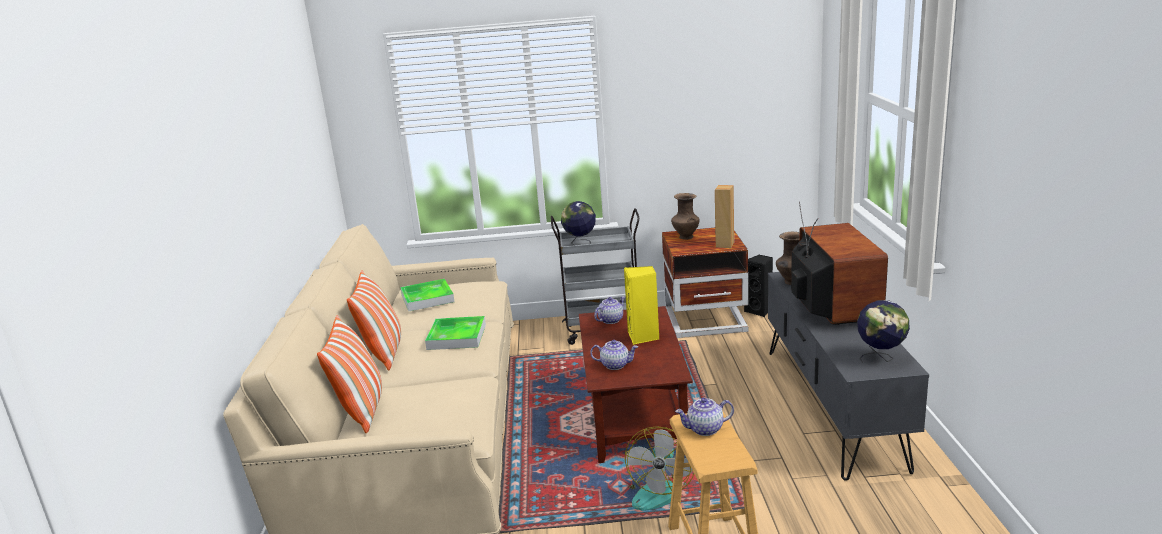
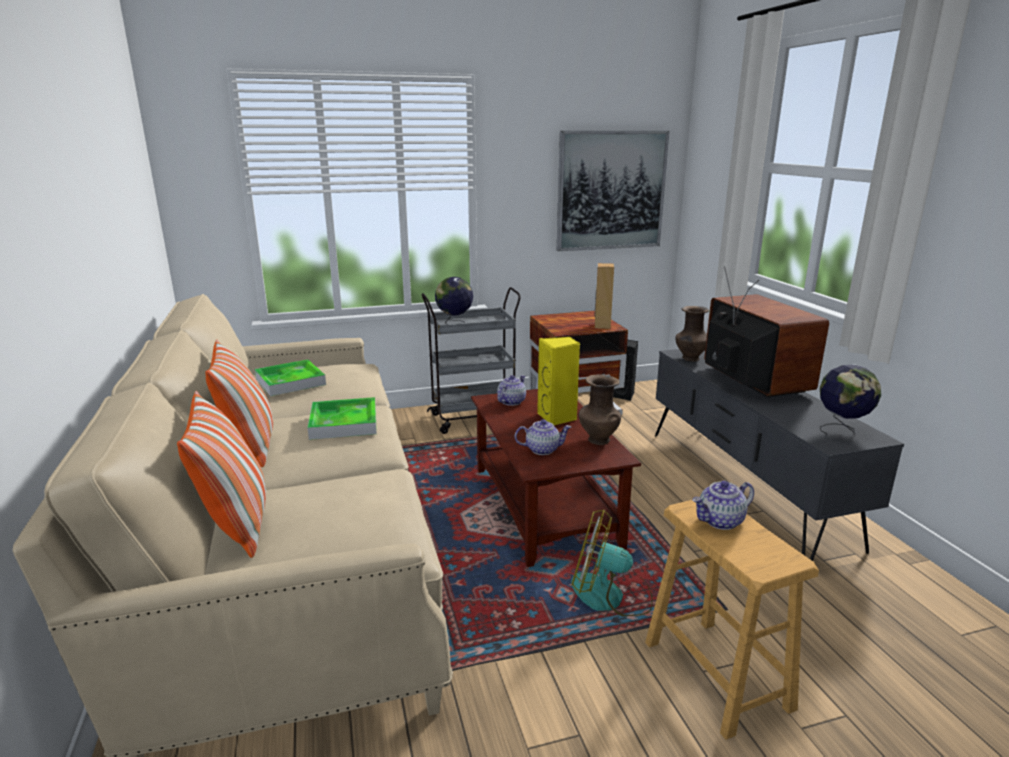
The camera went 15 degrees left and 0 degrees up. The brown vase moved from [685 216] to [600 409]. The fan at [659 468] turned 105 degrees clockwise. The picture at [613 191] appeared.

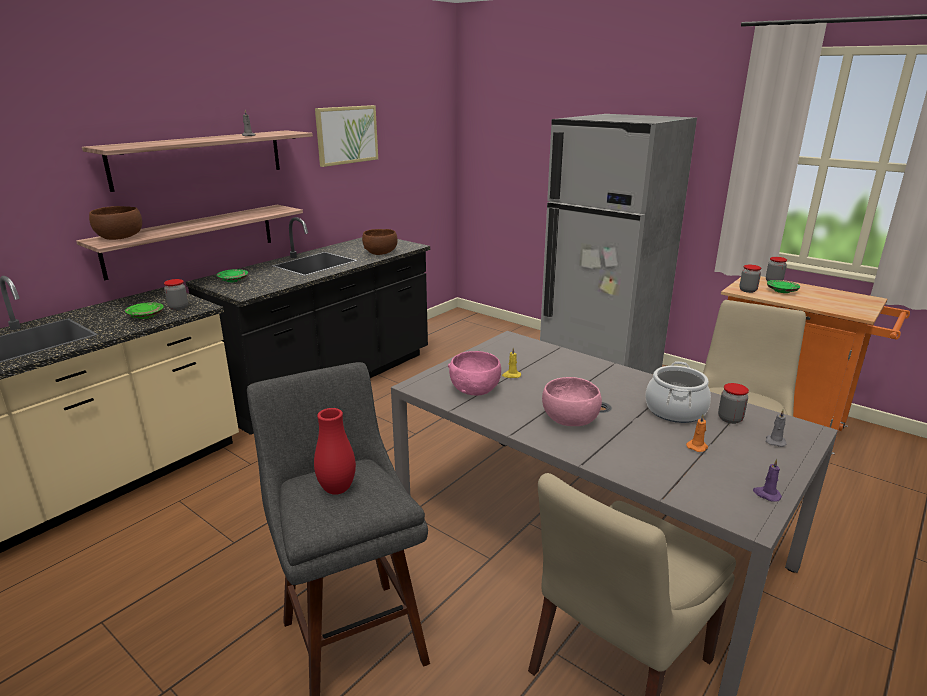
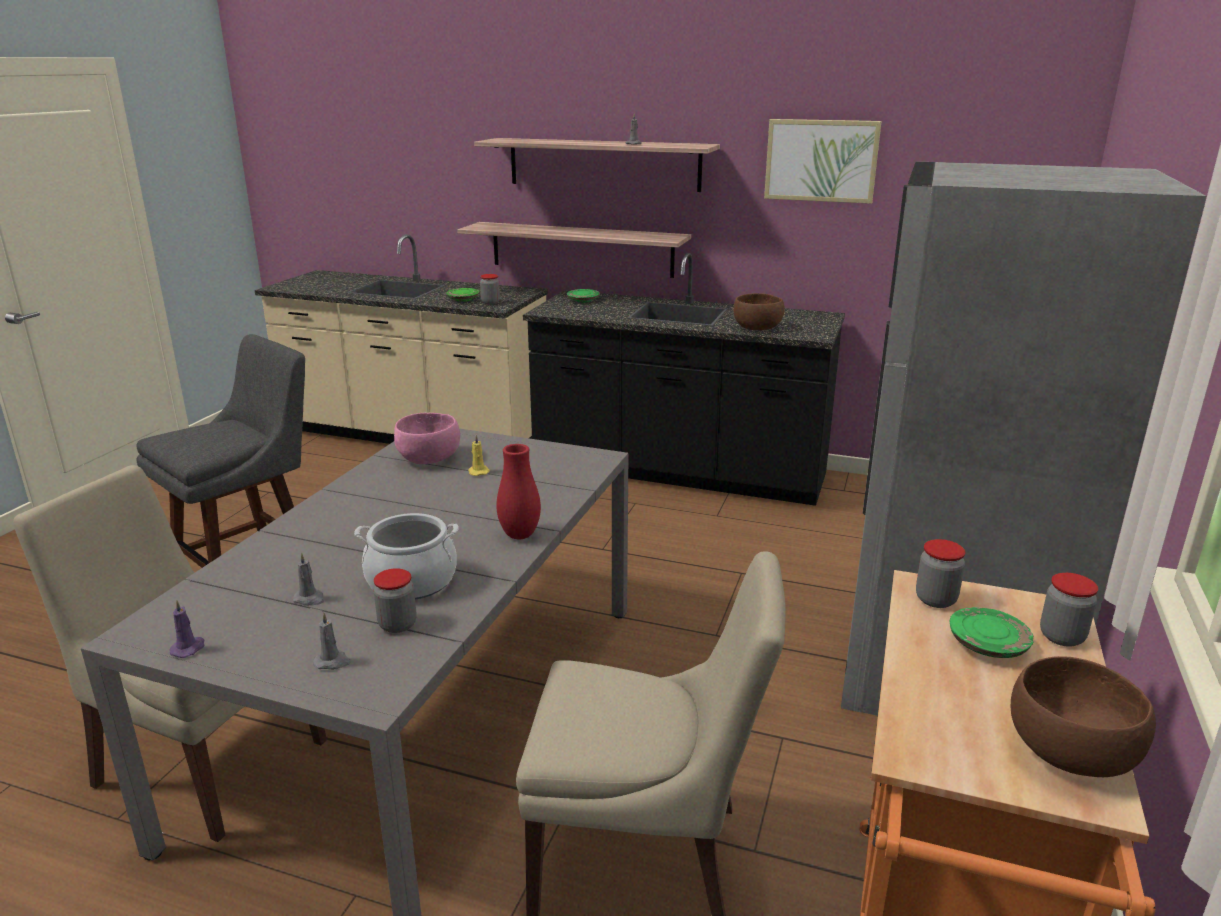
The camera went 70 degrees right and 0 degrees up. The brown bowl moved from [115 223] to [1083 716]. The pink bowl at [572 401] disappeared. The red vase moved from [335 451] to [518 491]. The orange candle at [697 433] became the grey candle at [308 579].

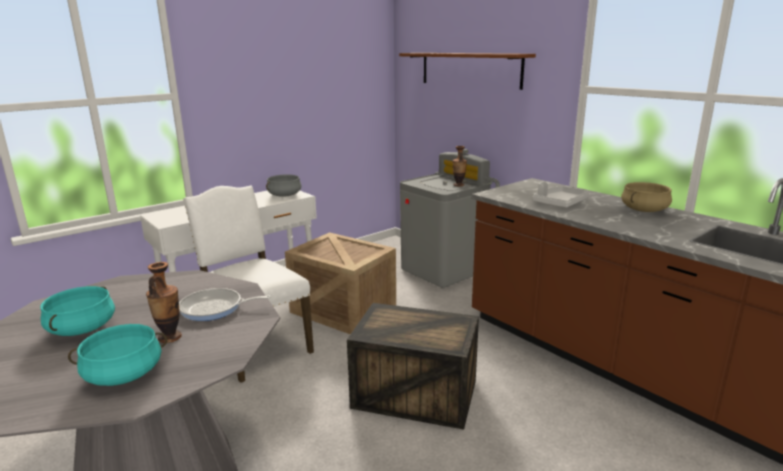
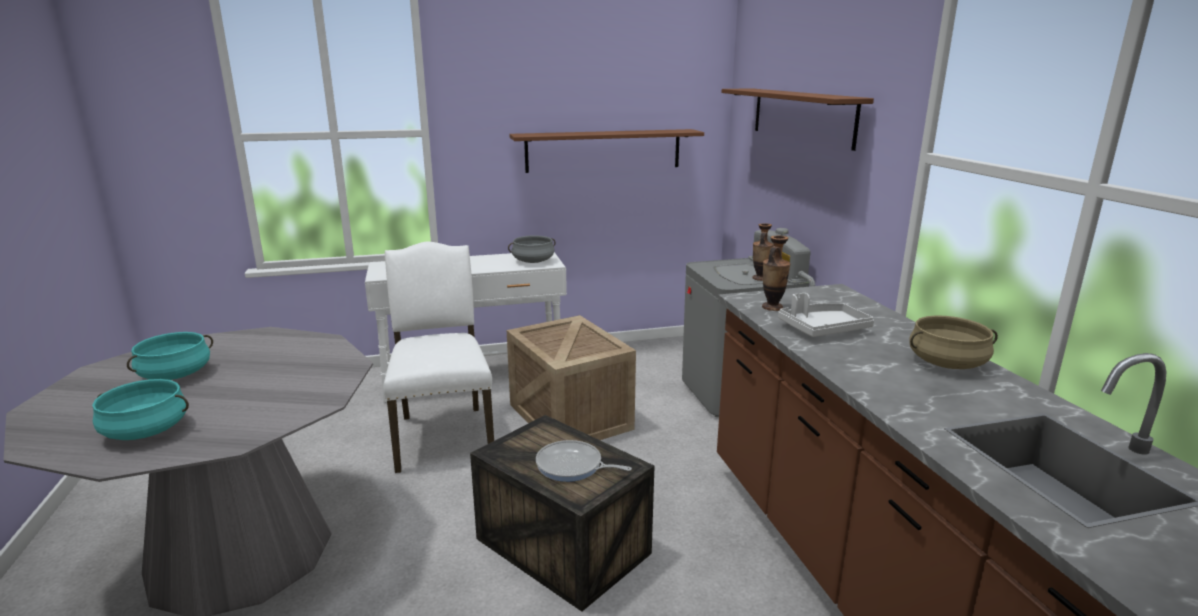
The camera went 25 degrees right and 0 degrees up. The vase moved from [164 302] to [776 273]. The frying pan moved from [225 304] to [584 461]. The brown shelf at [606 151] appeared.

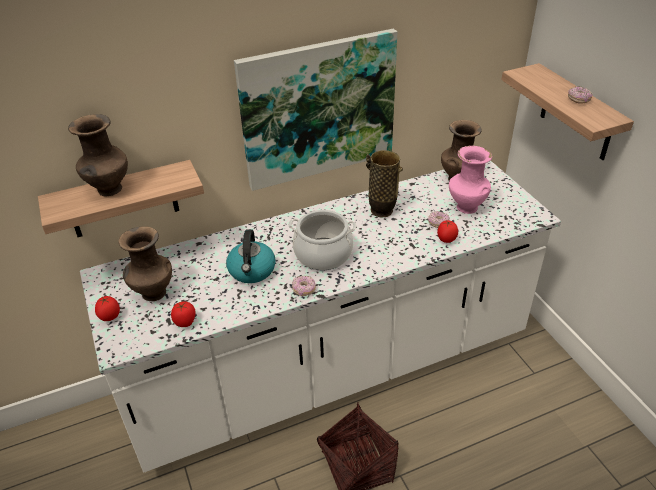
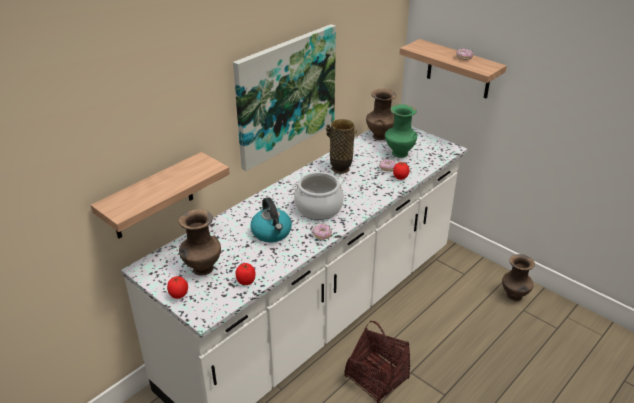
The camera went 25 degrees left and 5 degrees down. The brown vase moved from [98 155] to [518 277]. The pink vase at [470 180] became the green vase at [401 131].

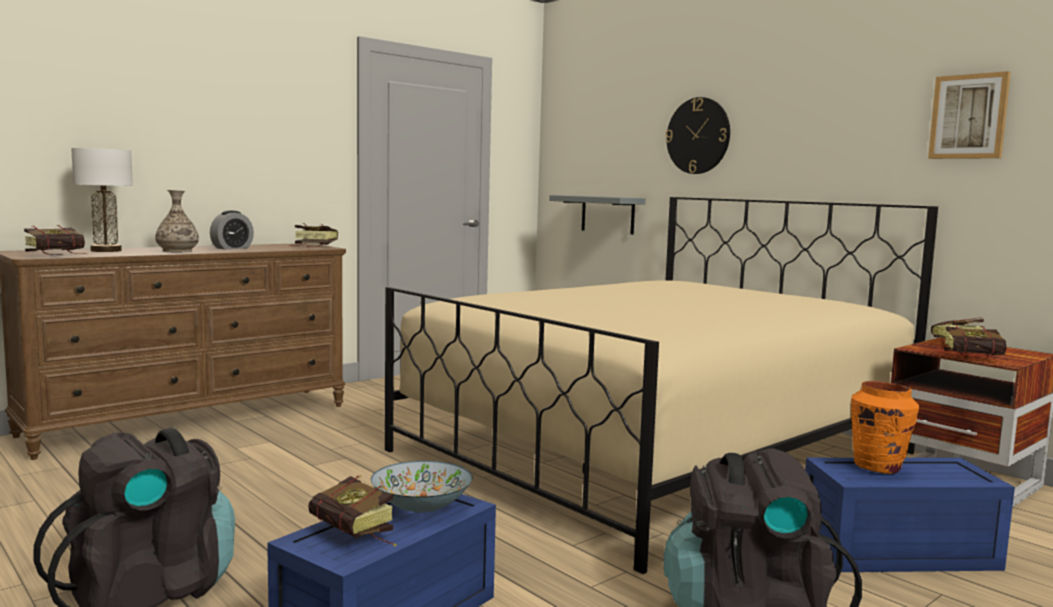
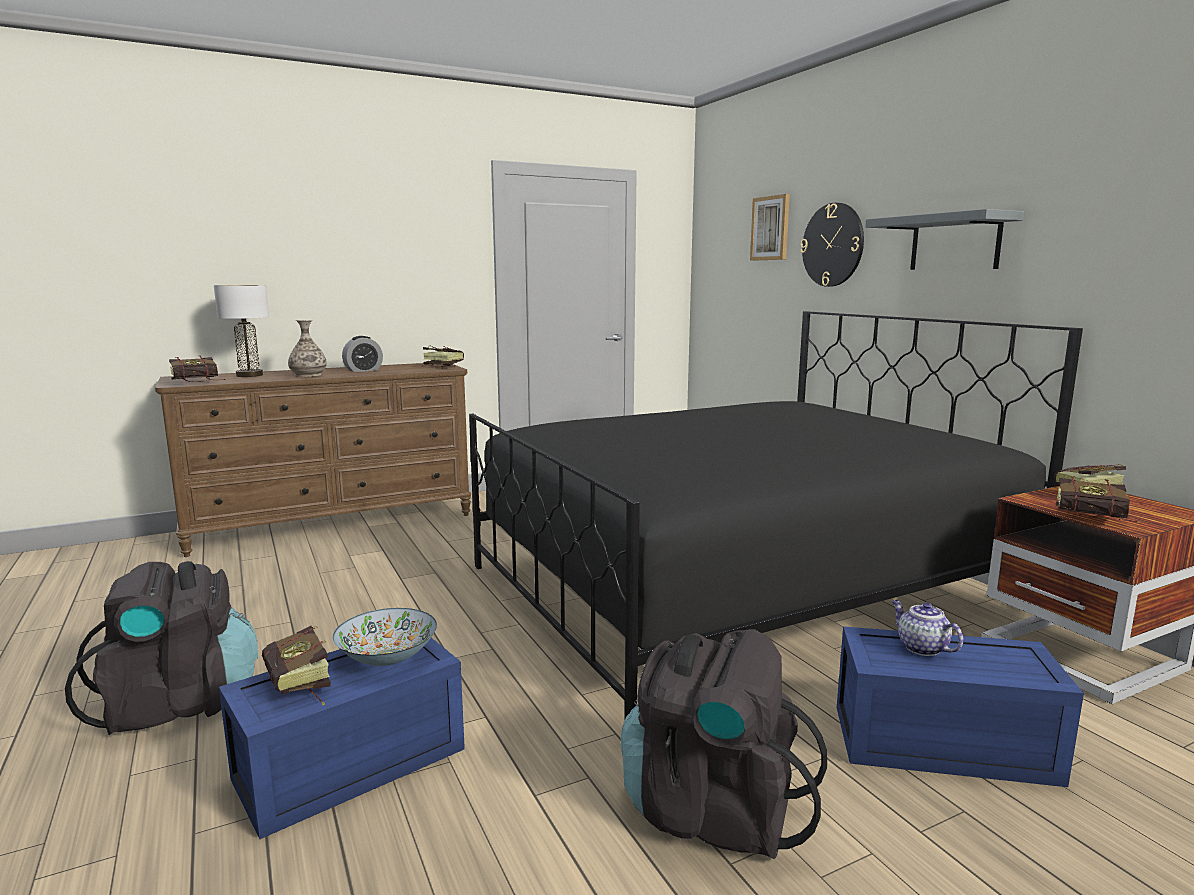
The camera went 15 degrees right and 5 degrees up. The picture moved from [969 115] to [770 227]. The grey shelf moved from [597 215] to [944 239]. The beige bed at [661 385] became the black bed at [776 514]. The orange vase at [885 427] was replaced by the teapot at [927 628].

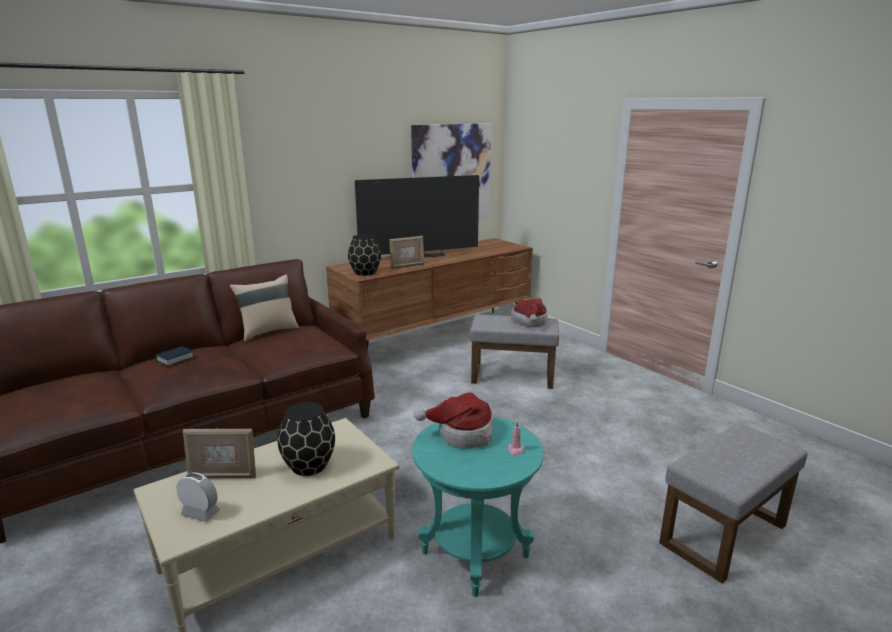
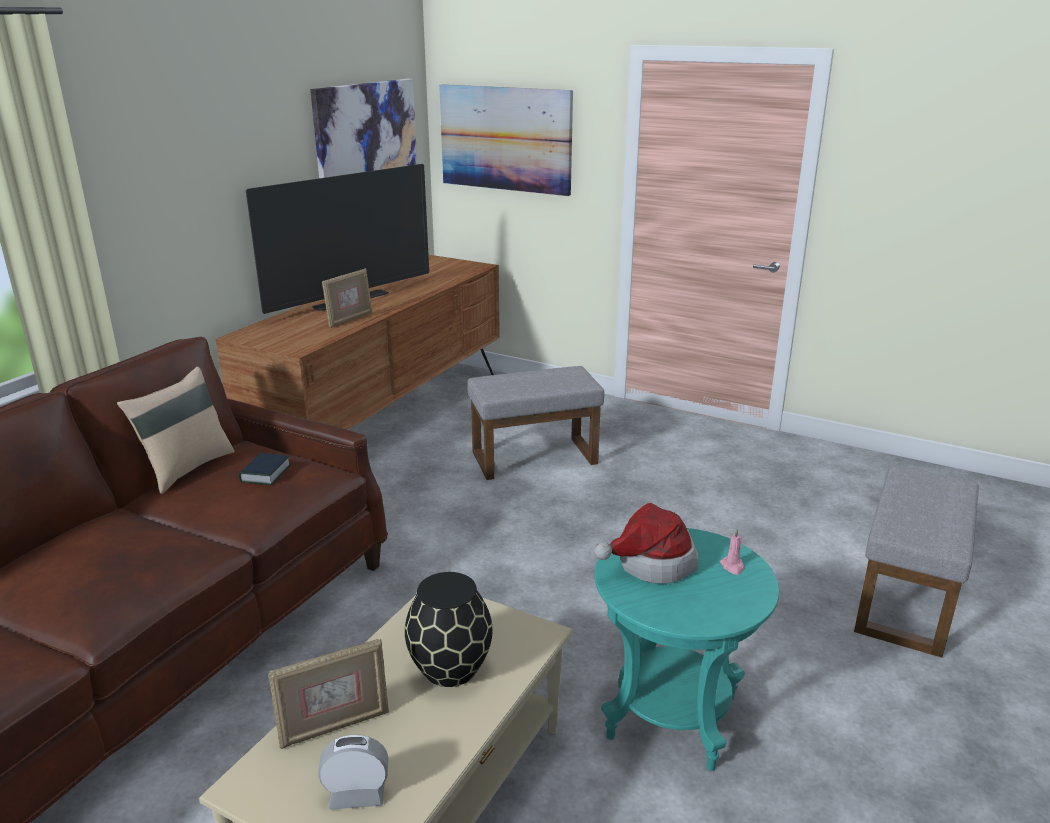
The camera went 25 degrees left and 5 degrees up. The black vase at [364 255] disappeared. The hat at [529 313] disappeared. The book moved from [174 356] to [265 469]. The picture at [506 140] appeared.

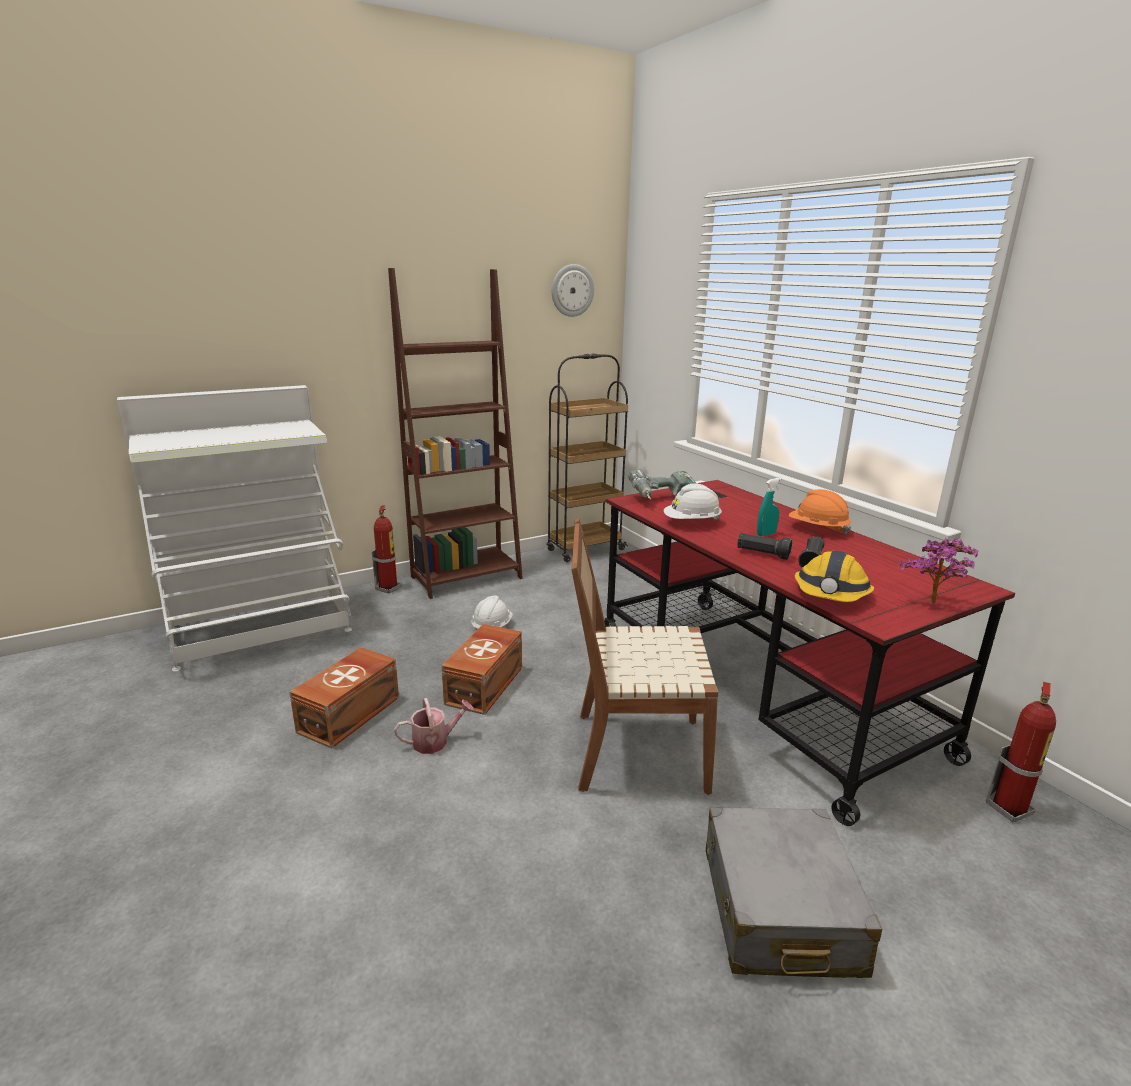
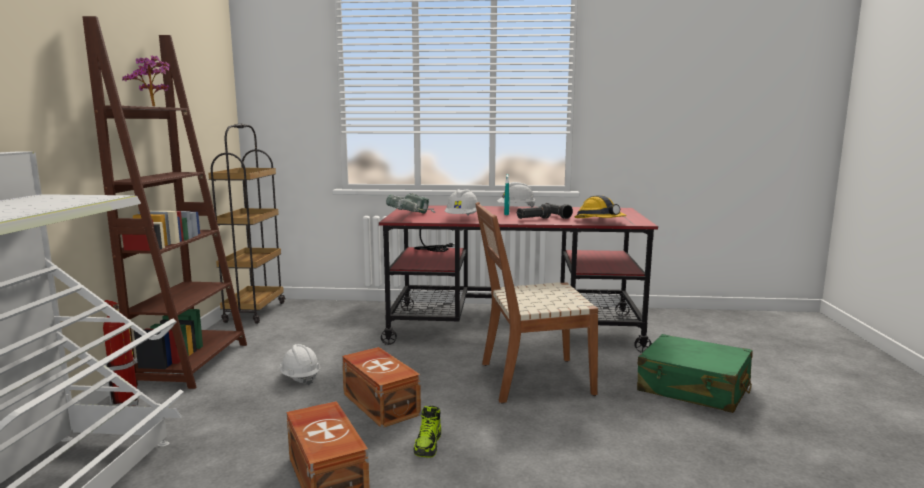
The camera went 55 degrees left and 10 degrees down. The wall clock at [573 290] disappeared. The orange hard hat at [820 512] became the white hard hat at [516 195]. The chair at [644 656] turned 45 degrees clockwise. The potted plant moved from [938 571] to [146 81]. The fire extinguisher at [1021 751] disappeared. The watering can at [434 726] was replaced by the shoe at [427 432]. The grey suitcase at [794 892] became the green suitcase at [695 373].

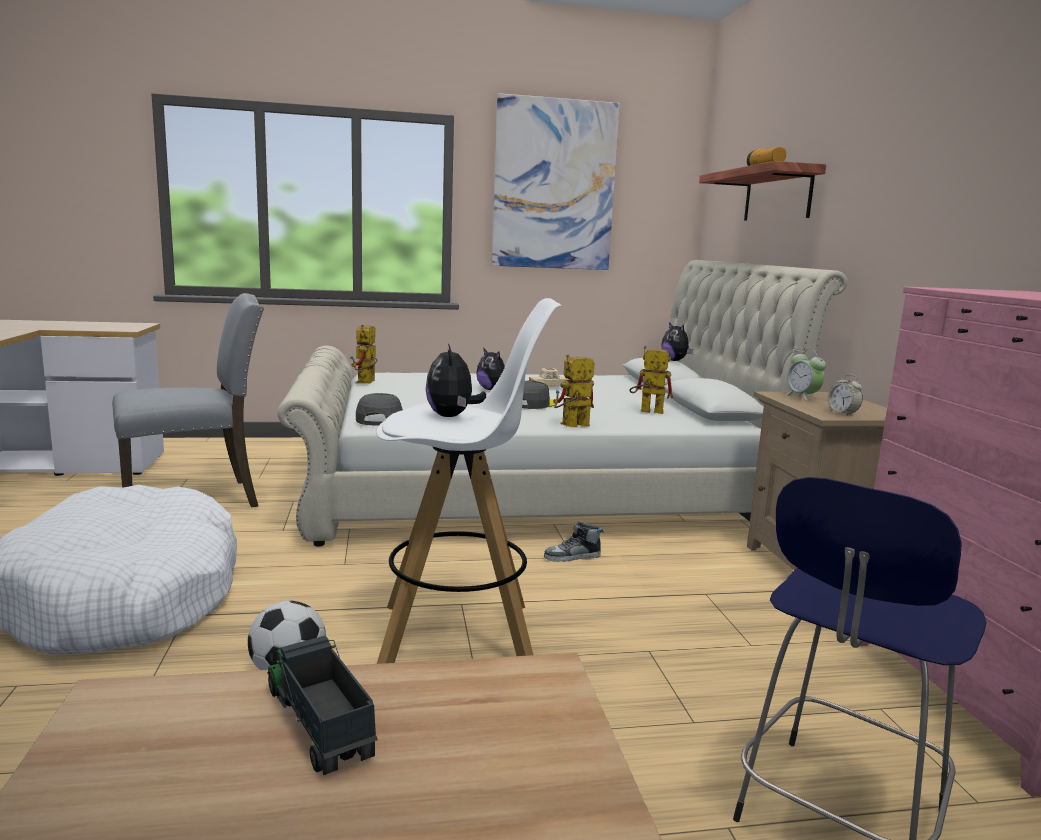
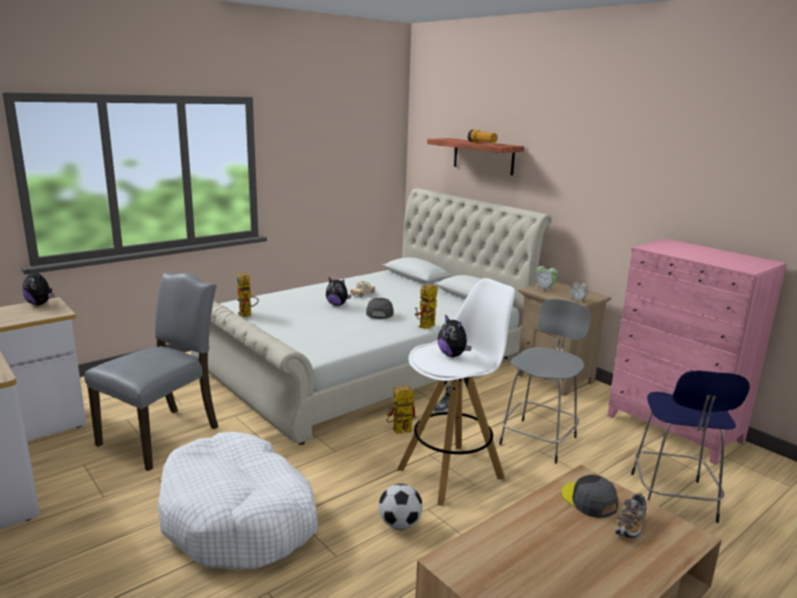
The camera went 30 degrees left and 5 degrees up. The picture at [556 181] disappeared. The plush toy moved from [677 341] to [38 287]. The toy robot moved from [651 380] to [401 410]. The grey cap moved from [379 409] to [590 496]. The toy truck at [323 705] disappeared. The grey stool at [545 381] appeared. The shoe at [630 516] appeared.

